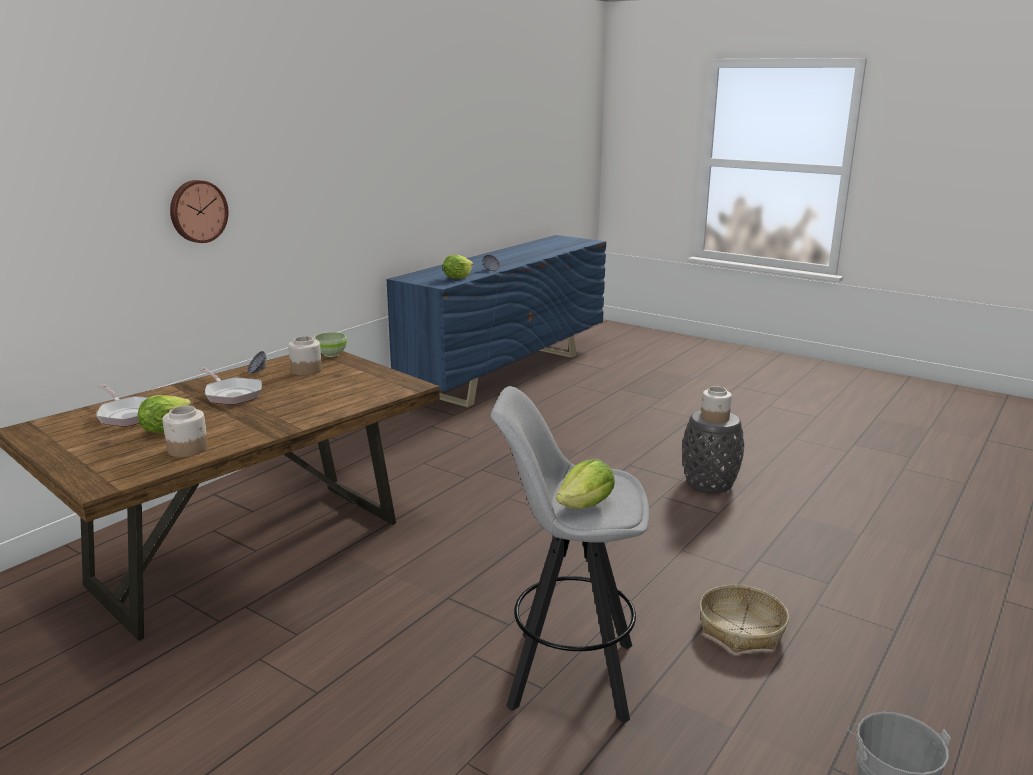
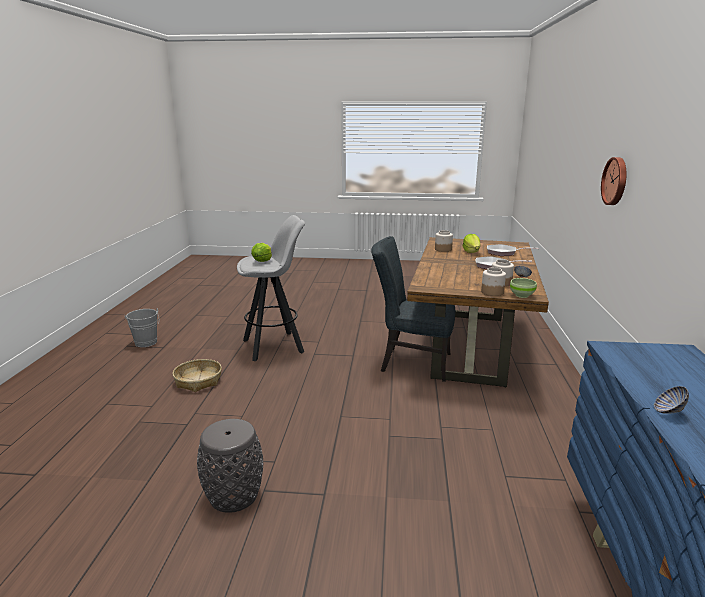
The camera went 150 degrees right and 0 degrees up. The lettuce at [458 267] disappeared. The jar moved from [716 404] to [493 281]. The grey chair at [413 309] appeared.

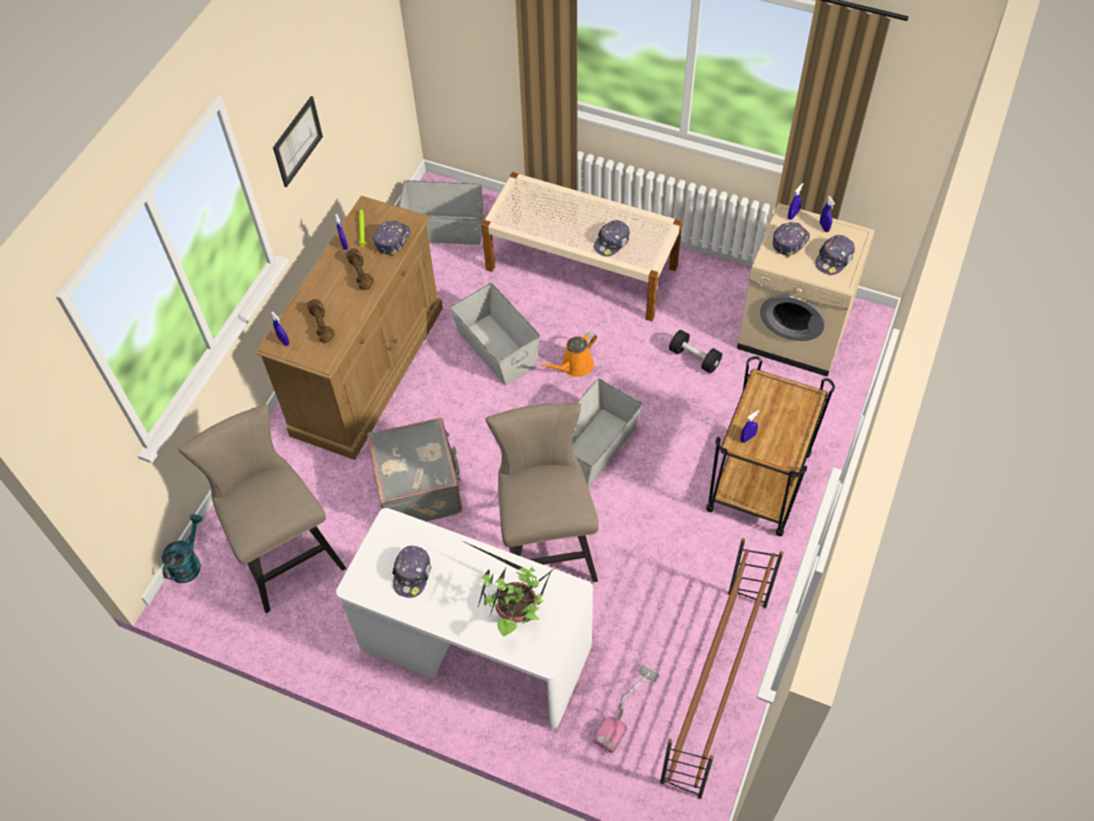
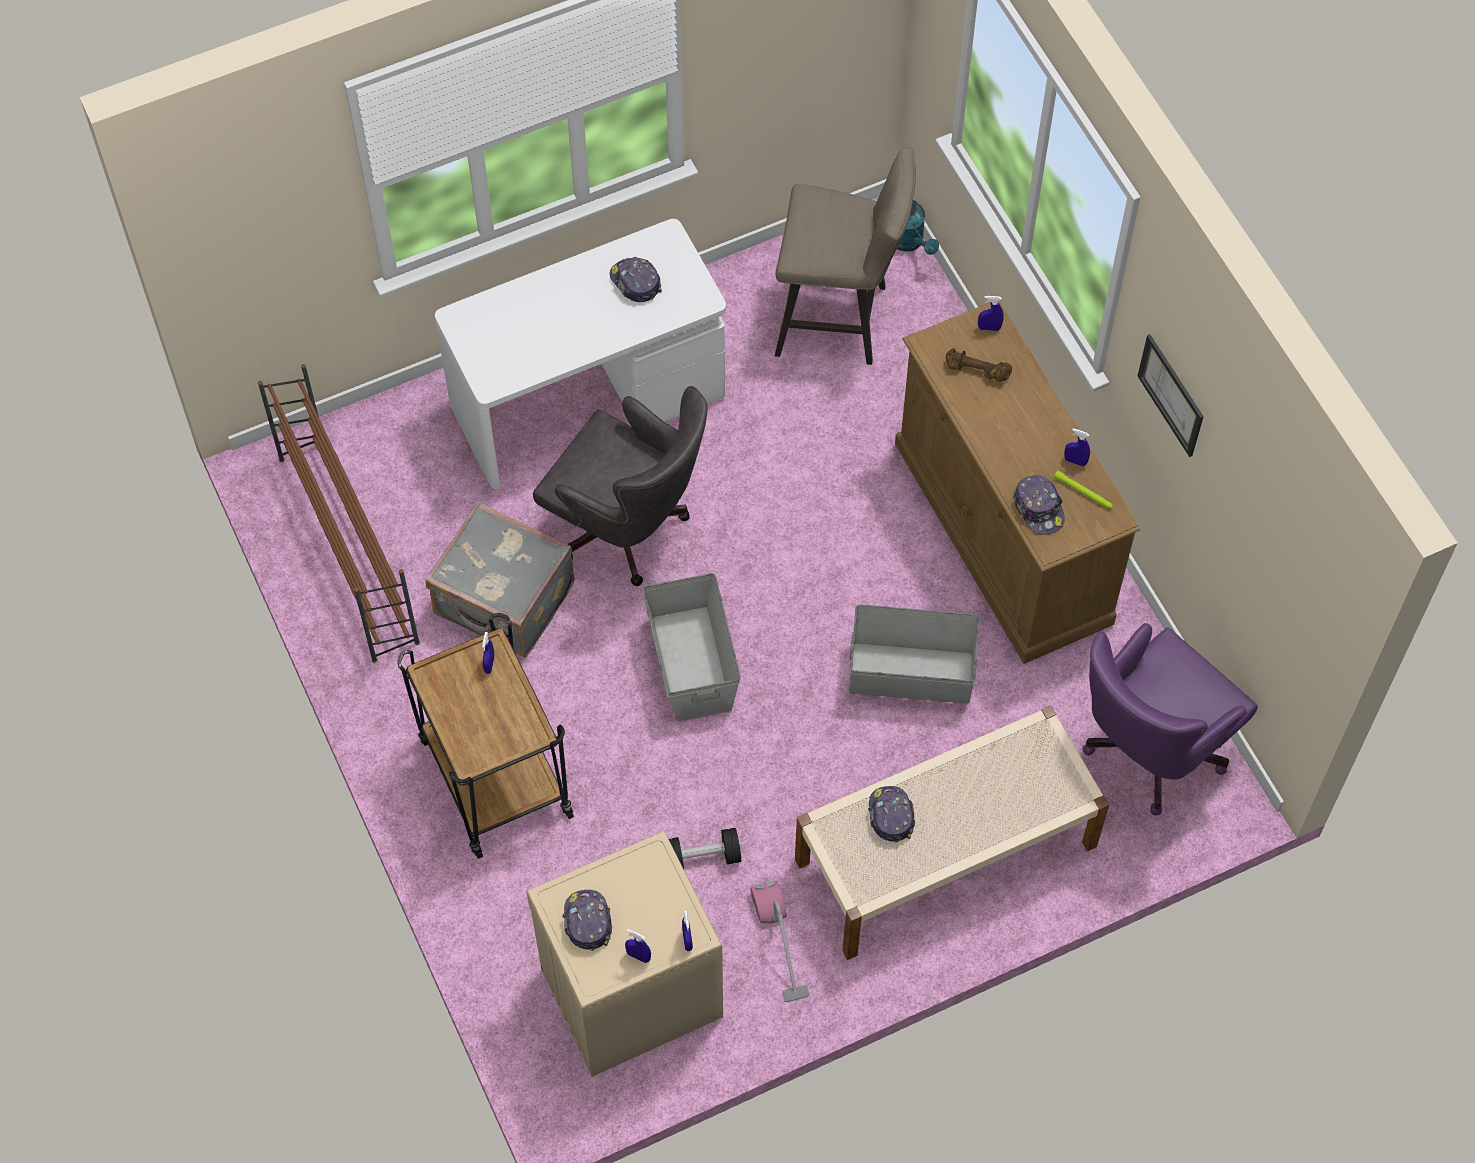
The camera went 130 degrees right and 5 degrees up. The grey storage box at [441 212] was replaced by the purple office chair at [1170 719]. The cap at [791 239] disappeared. The brown dumbbell at [360 269] disappeared. The orange watering can at [569 354] disappeared. The beige stool at [542 492] was replaced by the grey office chair at [620 486]. The grey suitcase moved from [414 469] to [500 580]. The potted plant at [508 588] disappeared. The vacuum cleaner moved from [626 709] to [780 941].

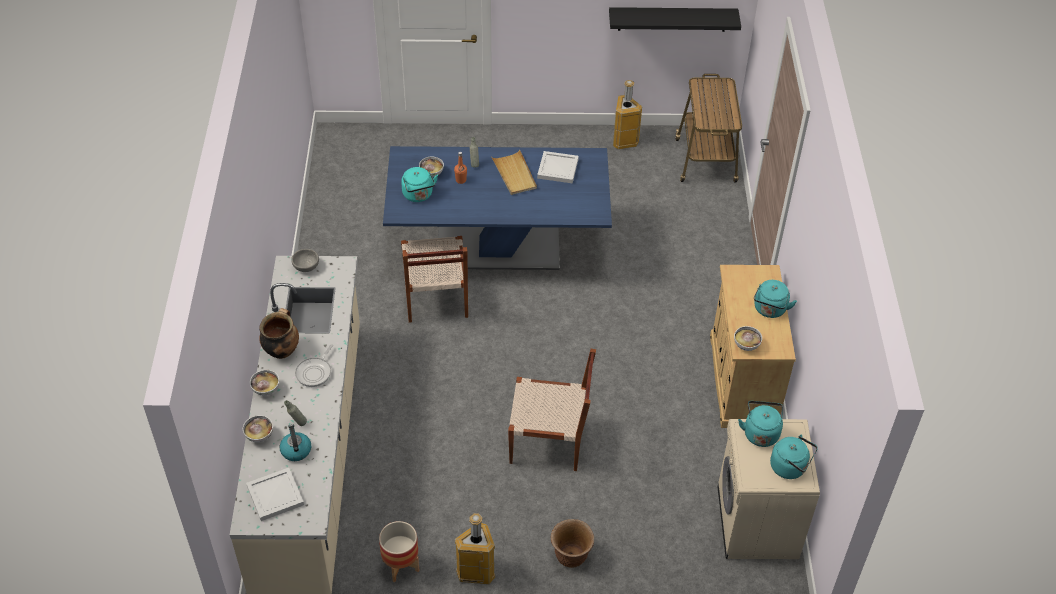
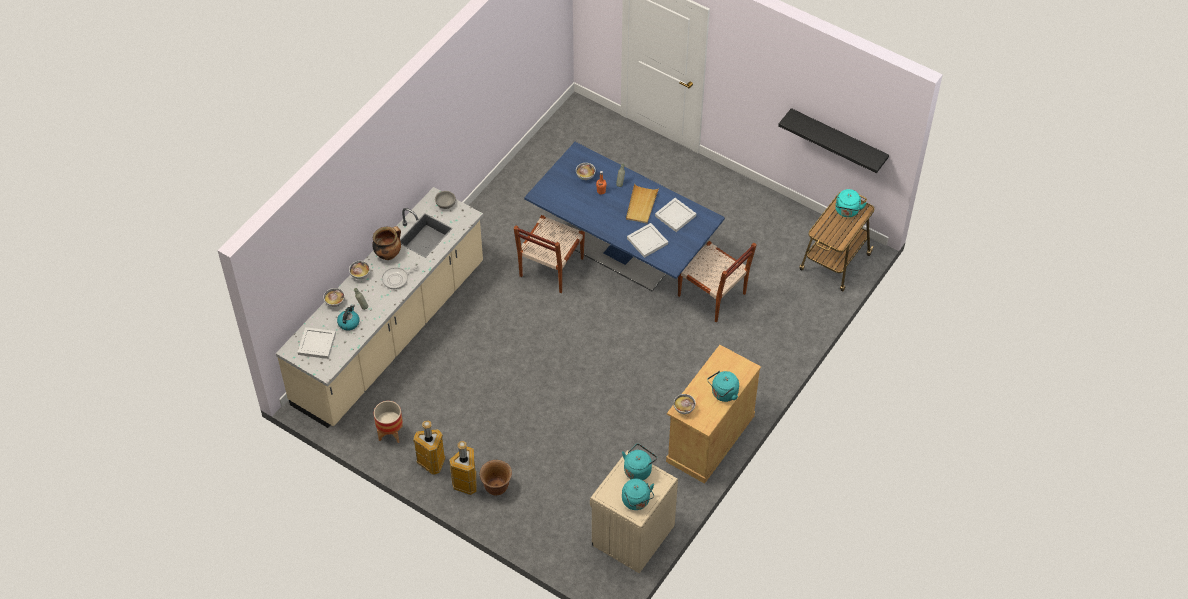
The camera went 35 degrees right and 5 degrees up. The trash can moved from [627 115] to [463 468]. The turquoise kettle moved from [419 184] to [851 203]. The chair moved from [552 410] to [717 281]. The white tray at [647 240] appeared.

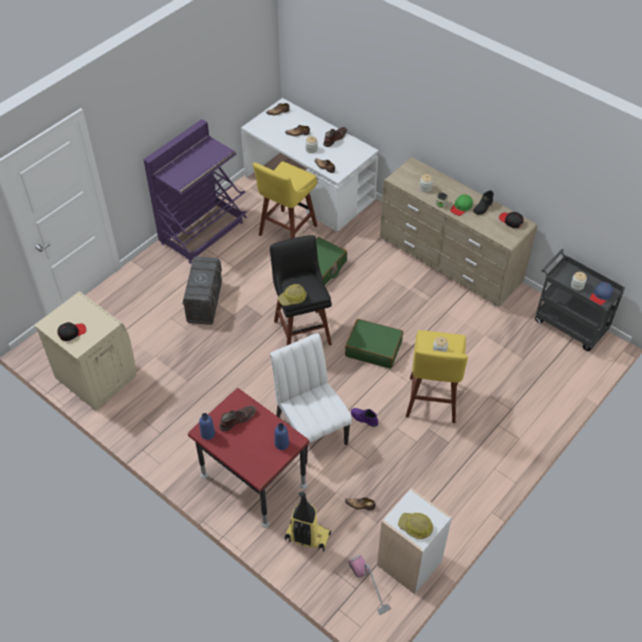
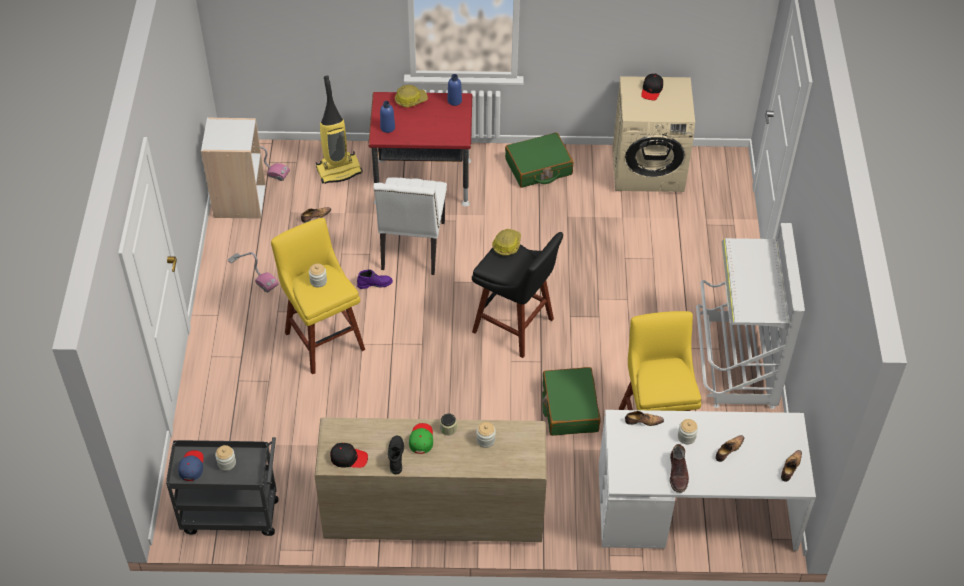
The camera went 140 degrees right and 0 degrees up. The purple shoe rack at [195 191] became the white shoe rack at [750 316]. The grey storage box at [202 290] disappeared. The green suitcase moved from [374 344] to [539 160]. The white chair at [311 398] turned 75 degrees clockwise. The brown boot at [237 418] disappeared. The hard hat moved from [415 526] to [411 96]. The vacuum cleaner at [253 272] appeared.

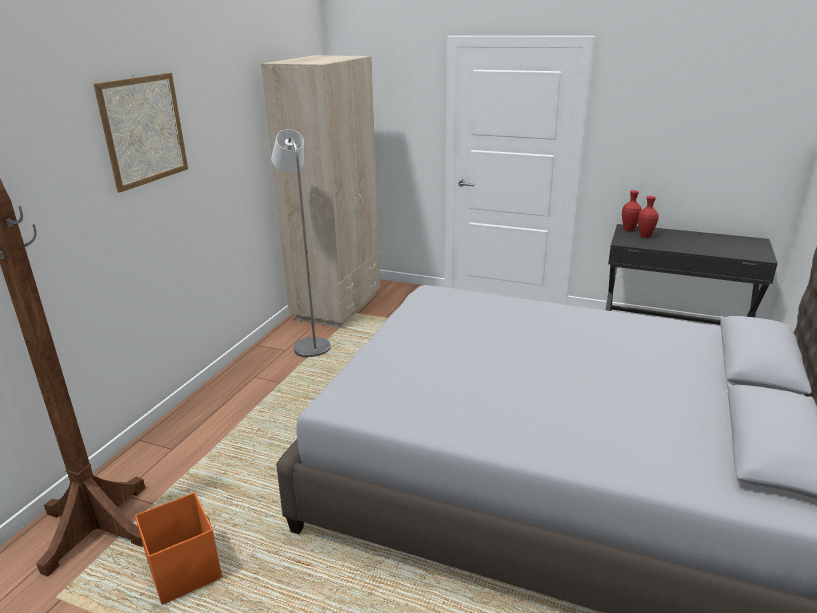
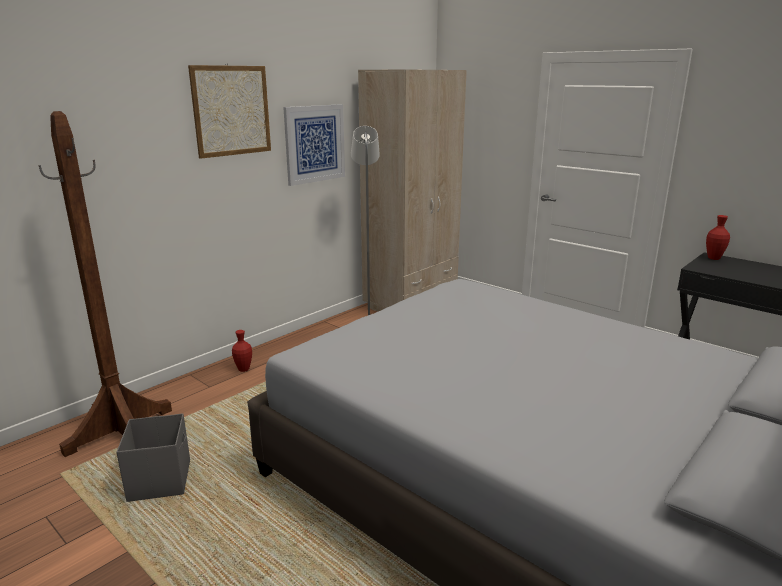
The camera went 20 degrees right and 5 degrees down. The red vase moved from [648 217] to [242 351]. The orange storage box at [178 548] became the grey storage box at [153 457]. The picture at [314 145] appeared.

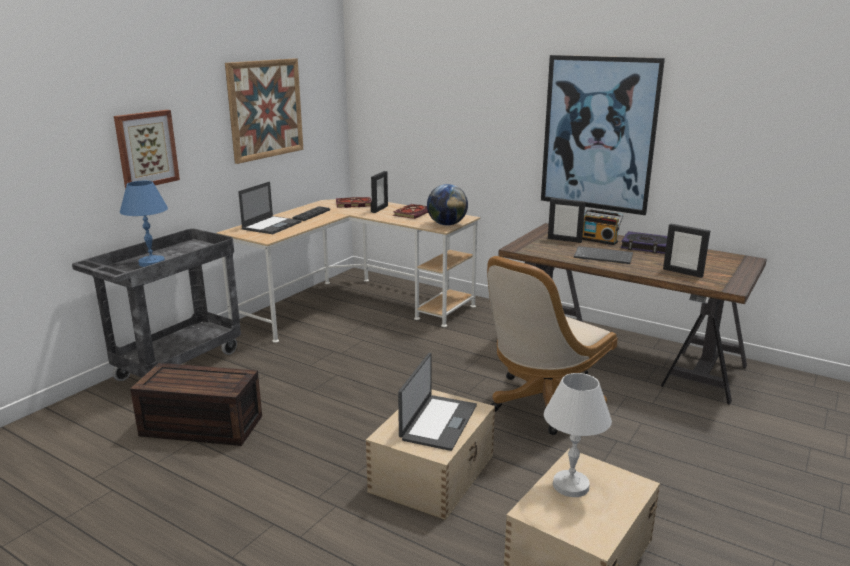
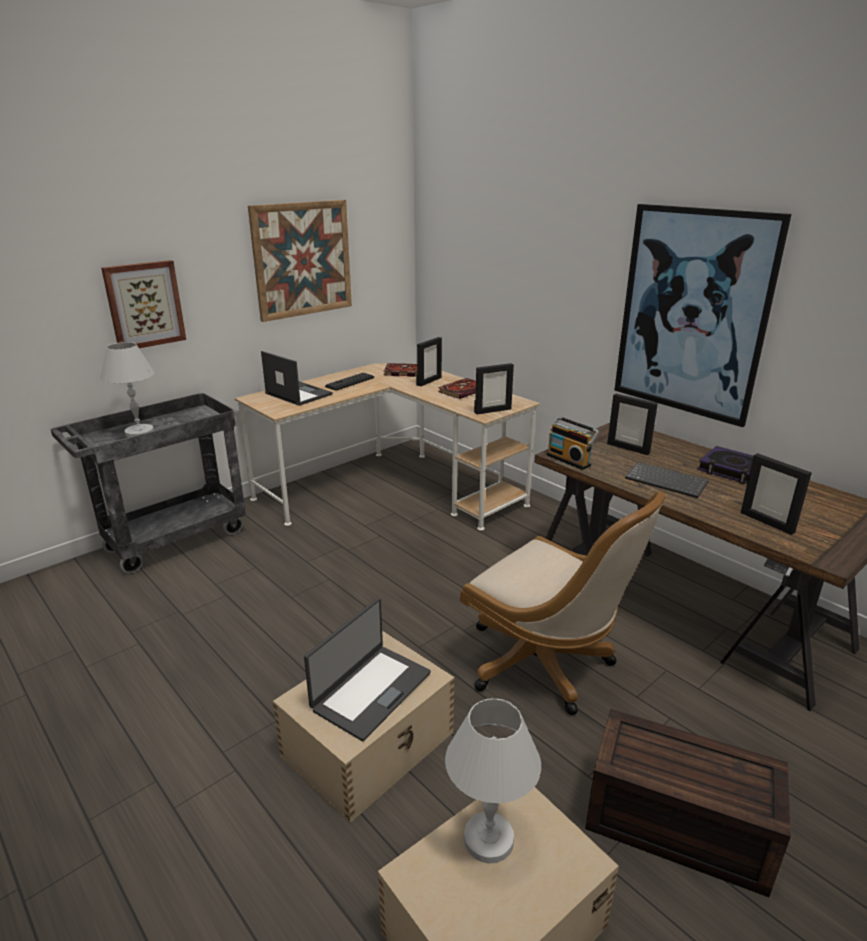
The camera went 15 degrees right and 5 degrees up. The blue table lamp at [144 224] became the white table lamp at [127 390]. The laptop at [270 207] turned 90 degrees counterclockwise. The globe at [447 205] was replaced by the picture frame at [494 389]. The radio moved from [602 227] to [573 443]. The office chair at [552 345] turned 105 degrees counterclockwise. The brown storage box moved from [196 404] to [688 803].

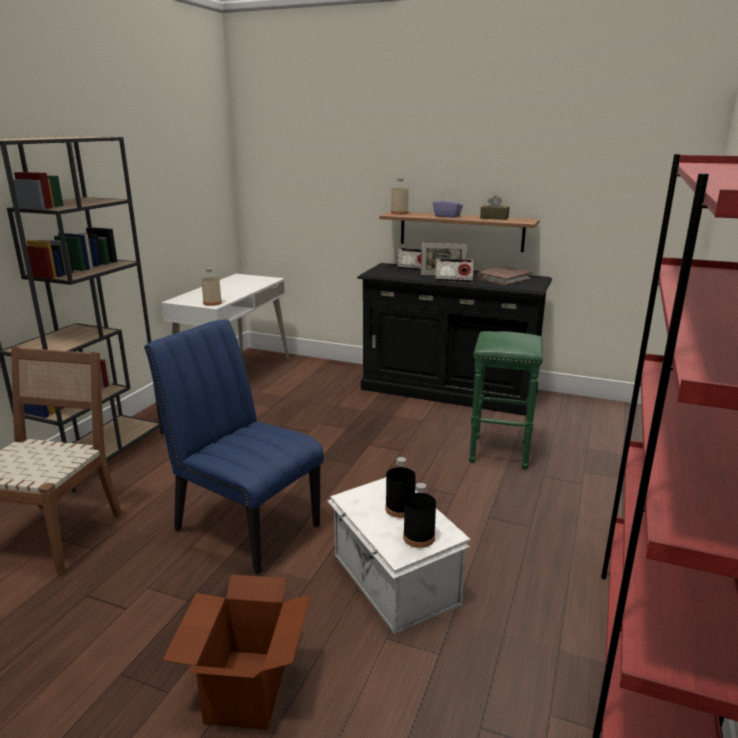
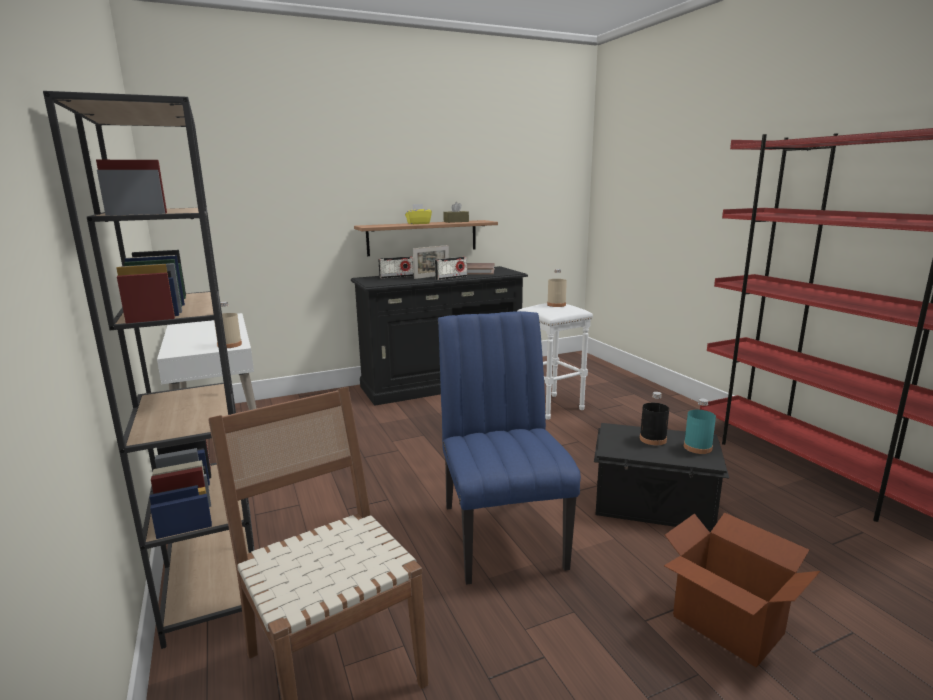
The camera went 45 degrees left and 5 degrees down. The beige bottle moved from [400 196] to [557 288]. The purple tissue box at [448 206] became the yellow tissue box at [418 214]. The blue chair at [234 447] turned 90 degrees clockwise. The green stool at [506 400] became the white stool at [555 361]. The white storage box at [399 555] became the black storage box at [661 477]. The black bottle at [419 515] became the turquoise bottle at [700 426].

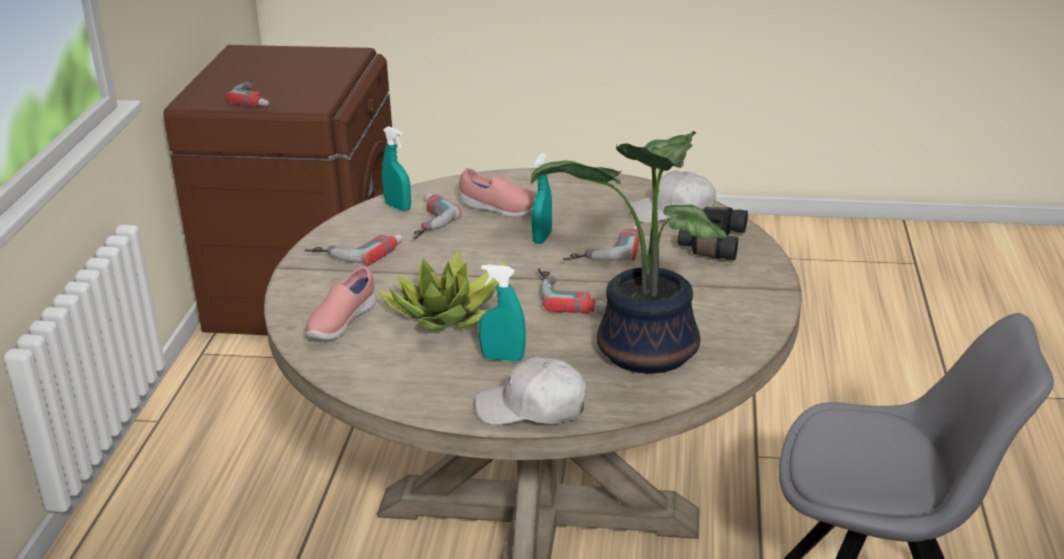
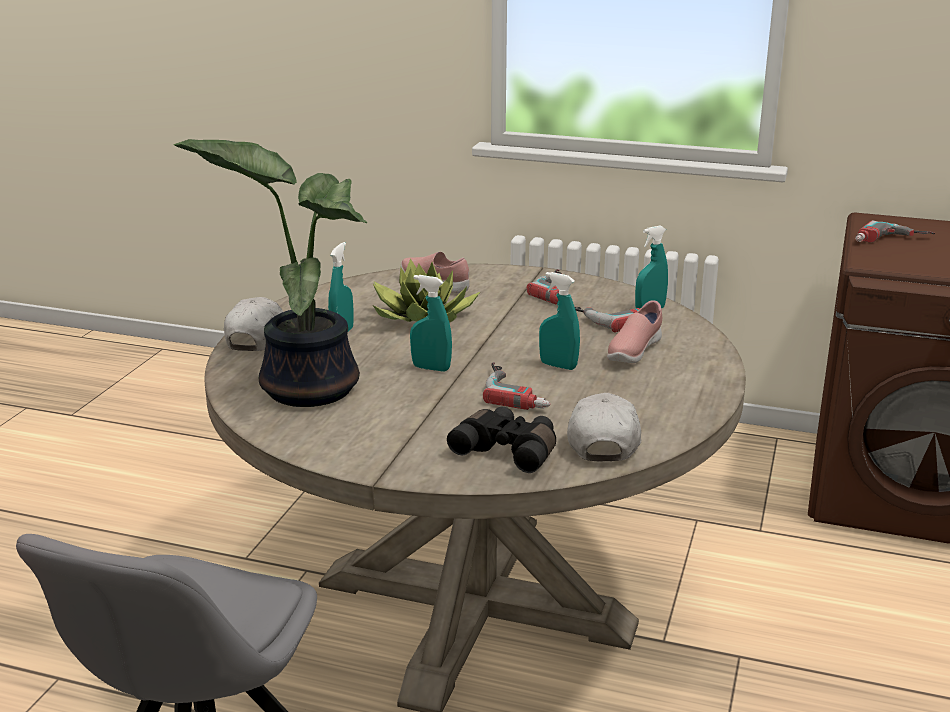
The camera went 100 degrees right and 5 degrees down. The power drill at [572 291] was replaced by the turquoise spray bottle at [431 323].

